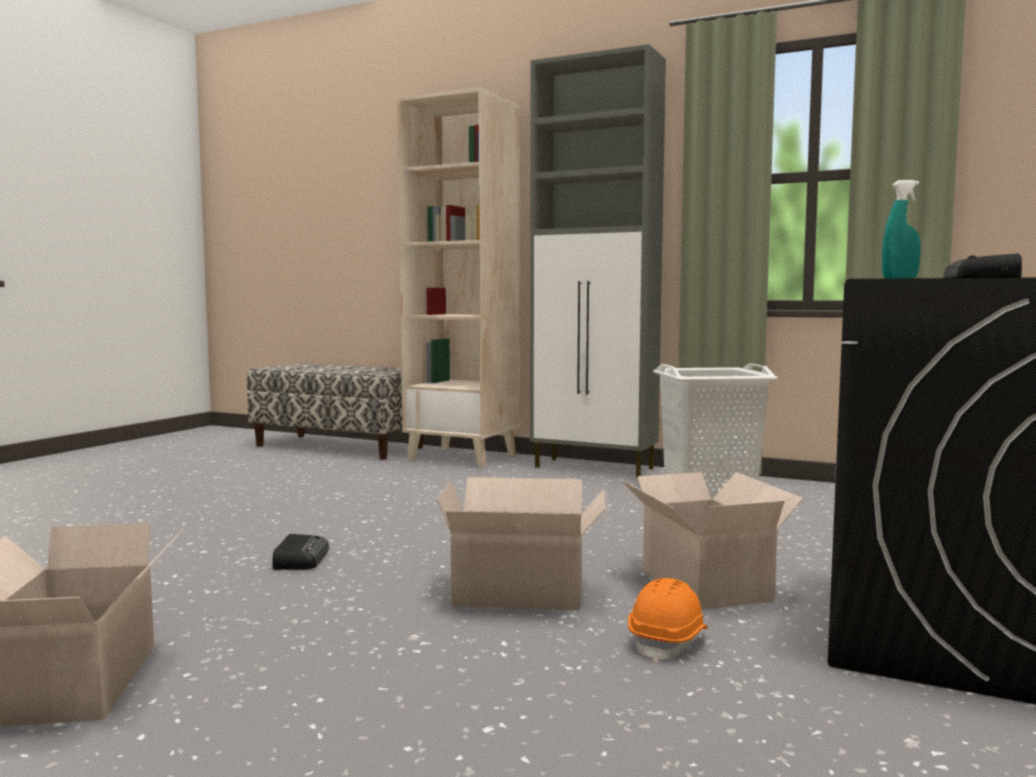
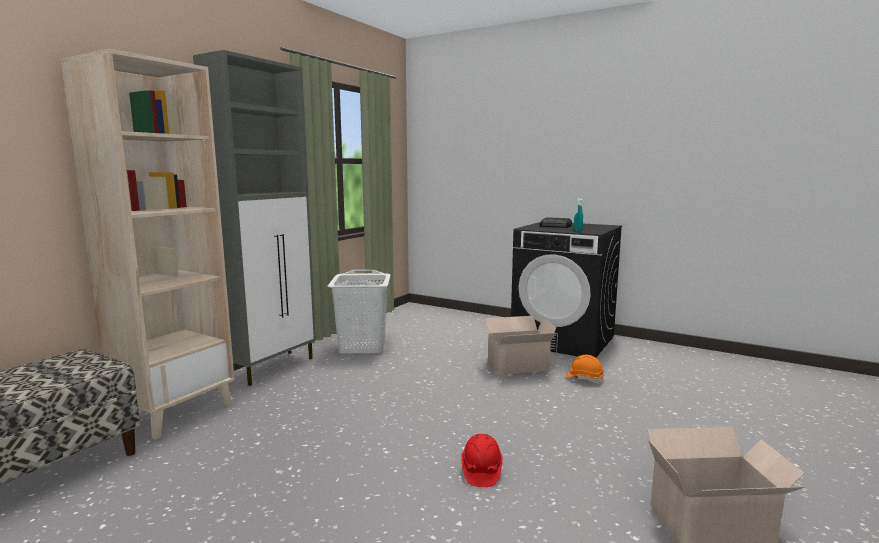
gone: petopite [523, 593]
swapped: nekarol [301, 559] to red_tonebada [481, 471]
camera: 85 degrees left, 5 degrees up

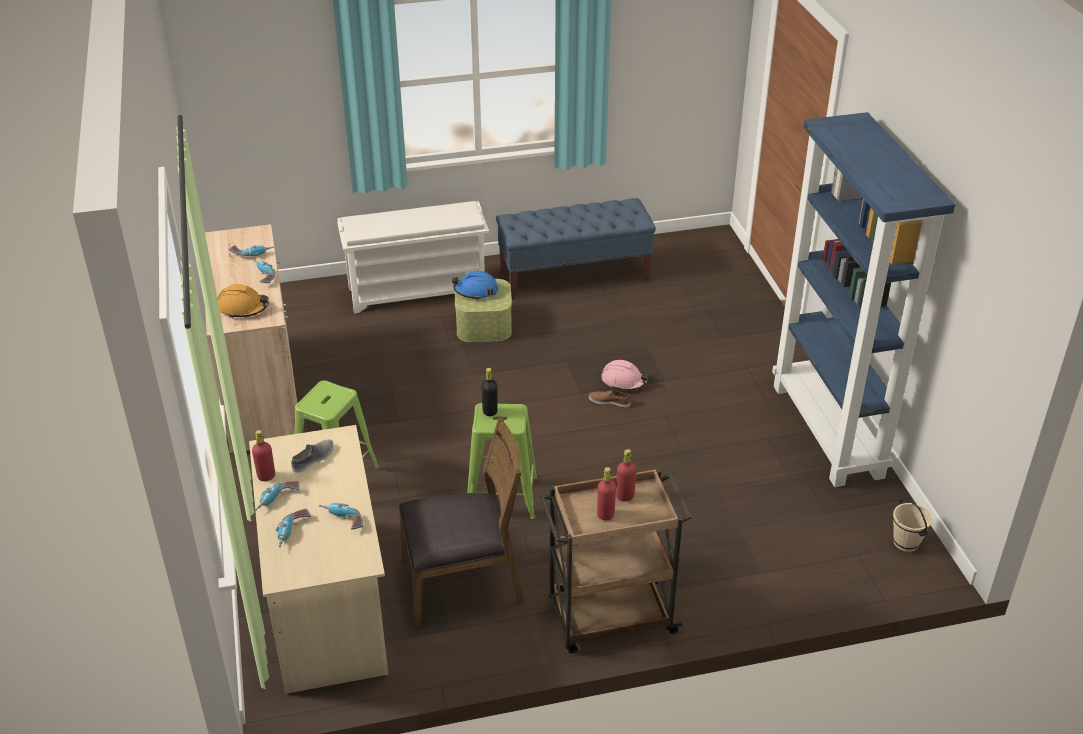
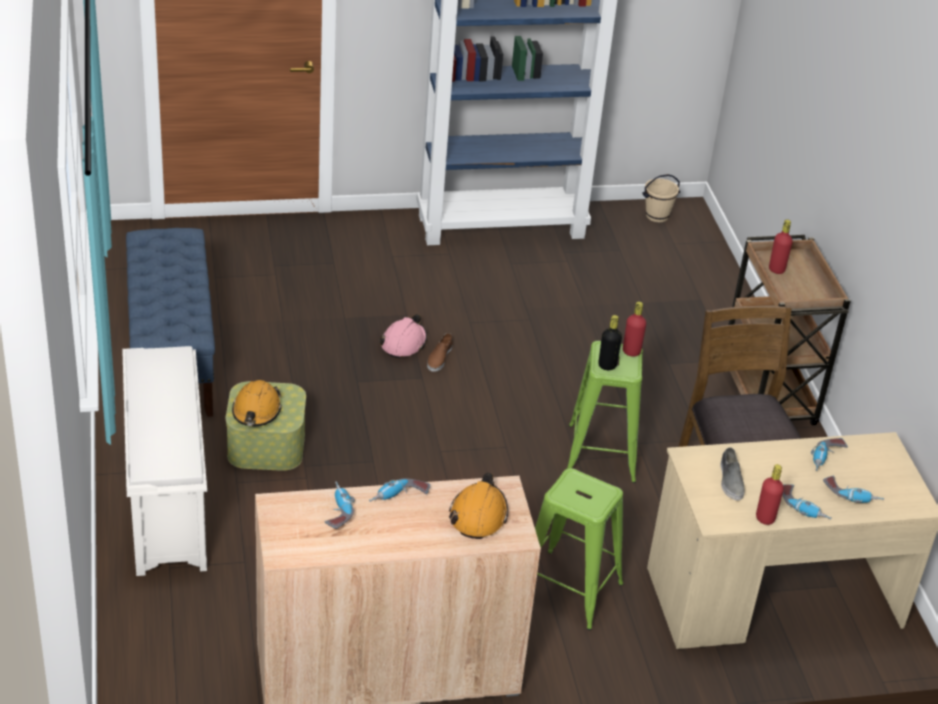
shifted: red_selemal [605, 515] to [631, 352]
repainted: blue_tonebada [476, 291] to orange_tonebada [256, 411]
rotated: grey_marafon [314, 458] = [730, 480] 135 degrees counterclockwise
camera: 90 degrees left, 0 degrees up

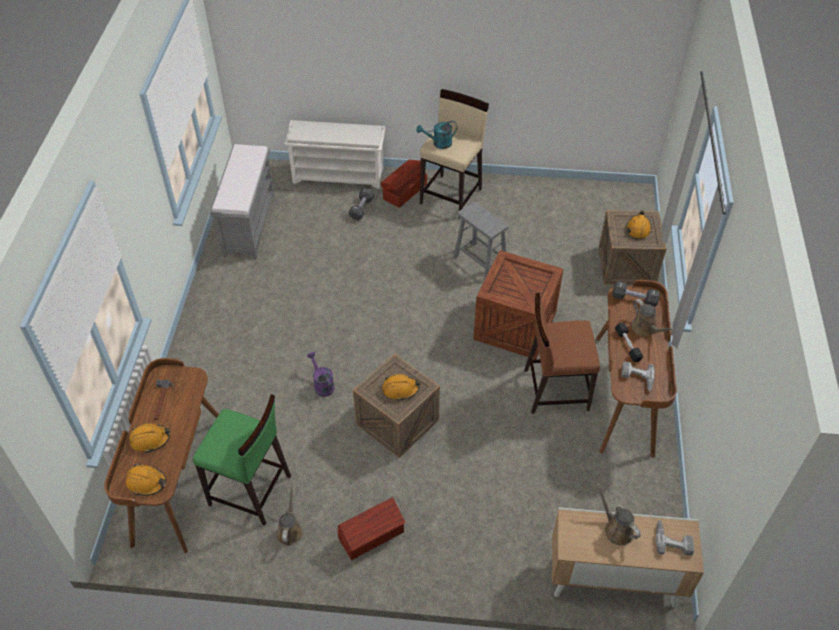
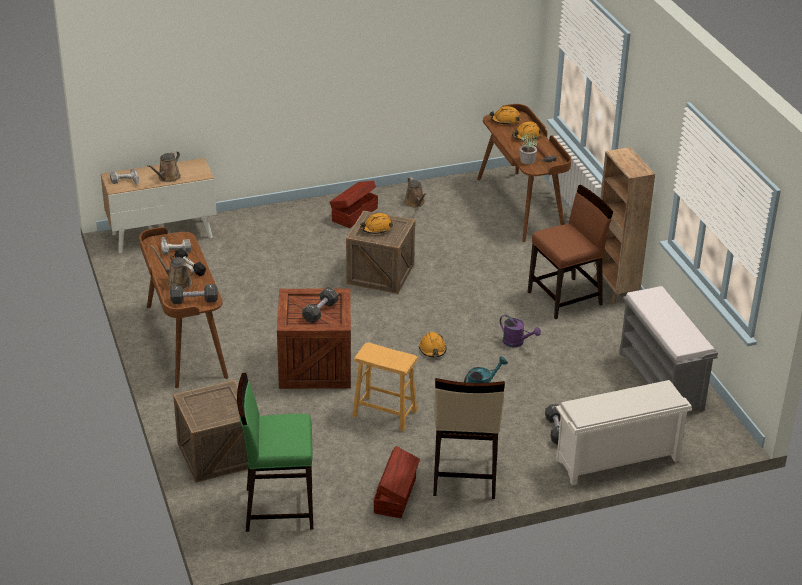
new: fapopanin [527, 160]; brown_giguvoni [615, 289]; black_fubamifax [320, 312]
shifted: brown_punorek [404, 191] to [396, 495]; orange_tonebada [638, 229] to [432, 349]; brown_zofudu [555, 389] to [565, 298]; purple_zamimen [322, 385] to [516, 342]; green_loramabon [250, 491] to [278, 508]
repainted: grey_loramabon [480, 262] to brown_loramabon [384, 413]
rotated: brown_zamimen [616, 529] = [167, 178] 90 degrees clockwise
camera: 155 degrees right, 15 degrees down

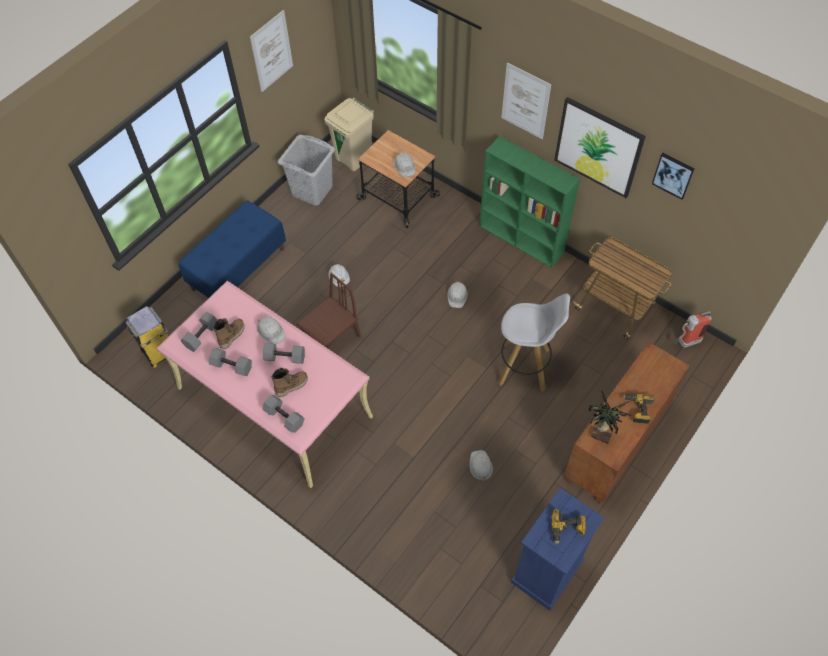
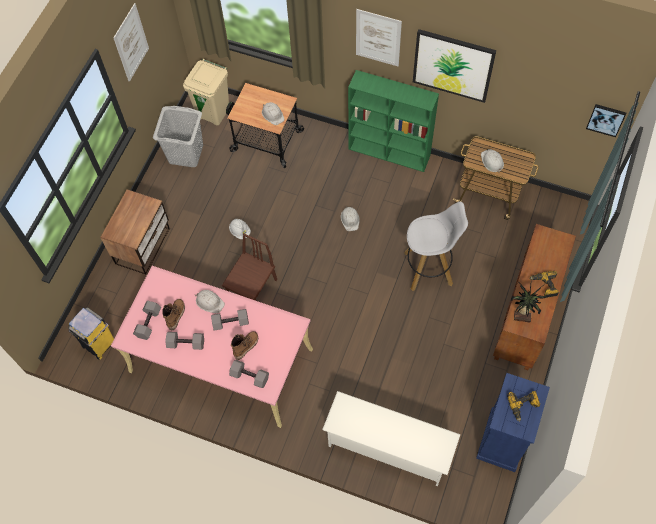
gone: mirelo [685, 342]
new: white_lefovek [388, 447]
shifted: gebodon [673, 175] to [606, 119]; white_tonebada [480, 466] to [492, 161]
swapped: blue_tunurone [238, 268] to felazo [144, 245]
camera: 15 degrees left, 5 degrees up

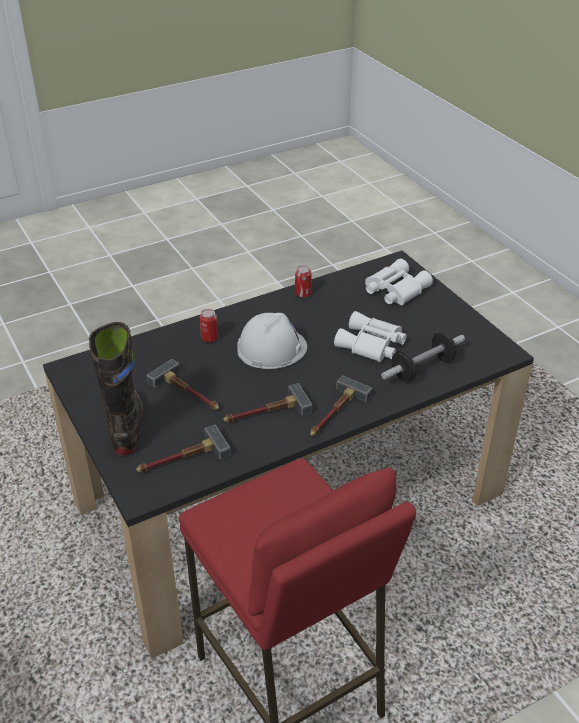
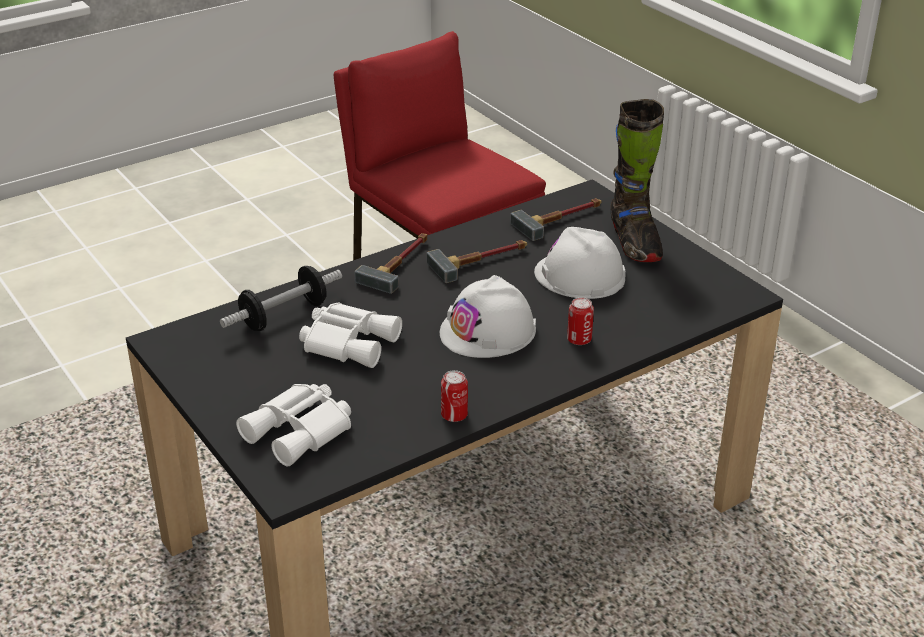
swapped: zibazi [188, 393] to white_tonebada [579, 275]
camera: 175 degrees right, 5 degrees down

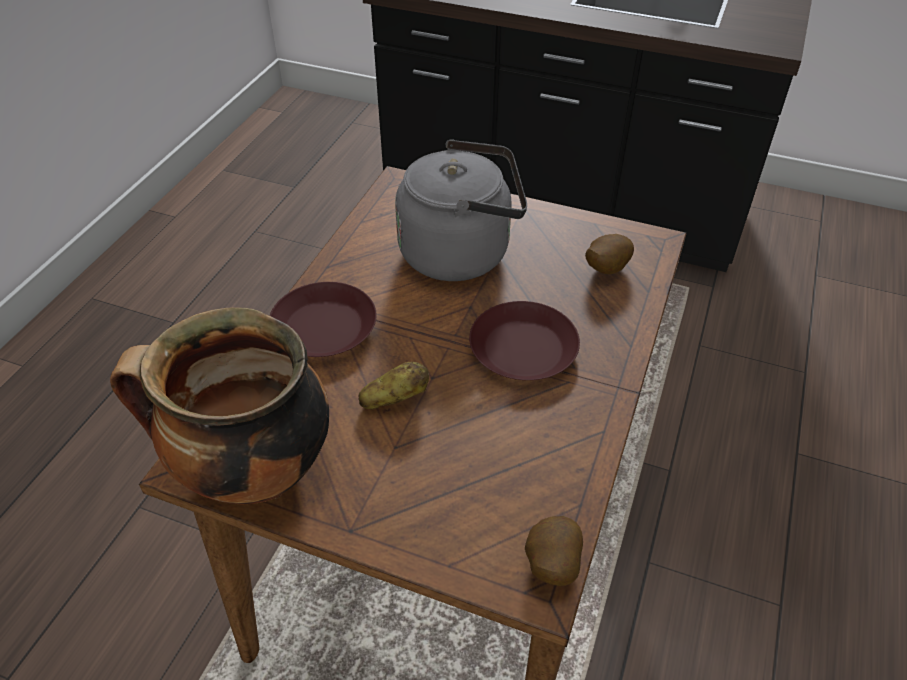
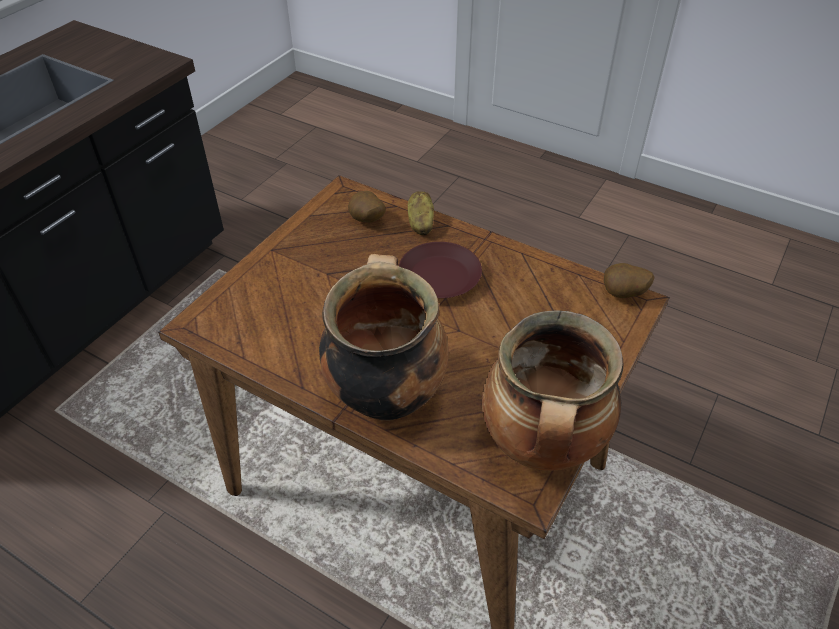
gone: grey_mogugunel [461, 252]
shifted: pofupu [395, 399] to [420, 223]
swapped: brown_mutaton [324, 327] to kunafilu [385, 393]
camera: 80 degrees left, 0 degrees up

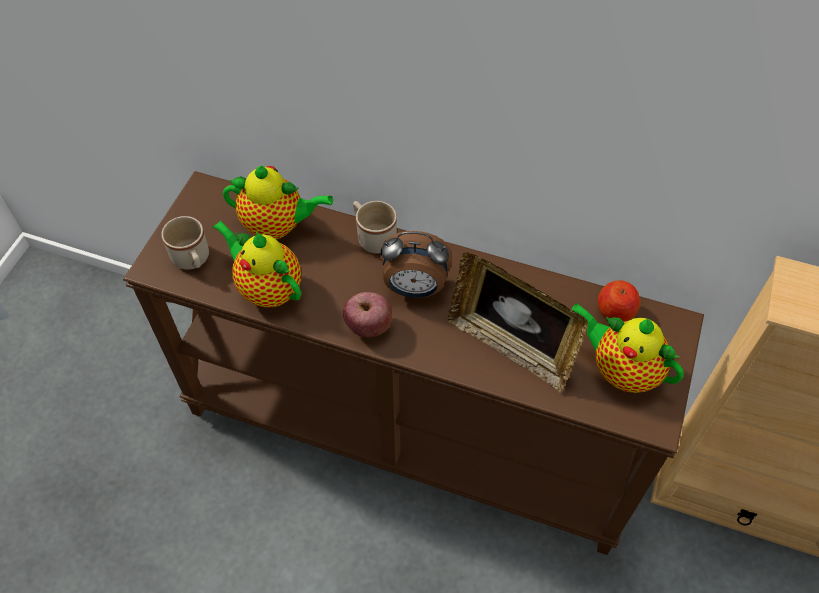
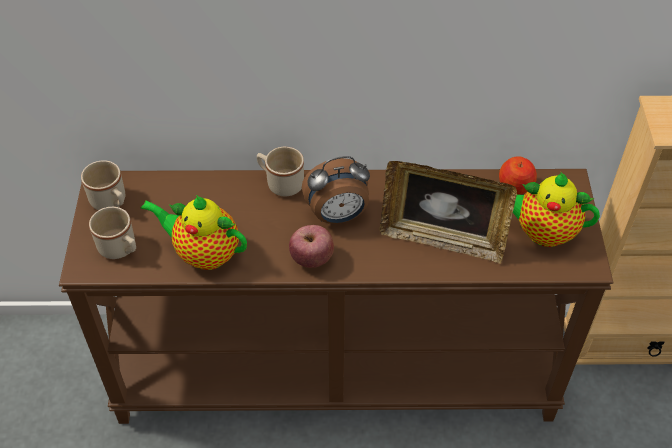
gone: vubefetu [278, 226]
new: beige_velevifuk [111, 202]
camera: 20 degrees left, 5 degrees down

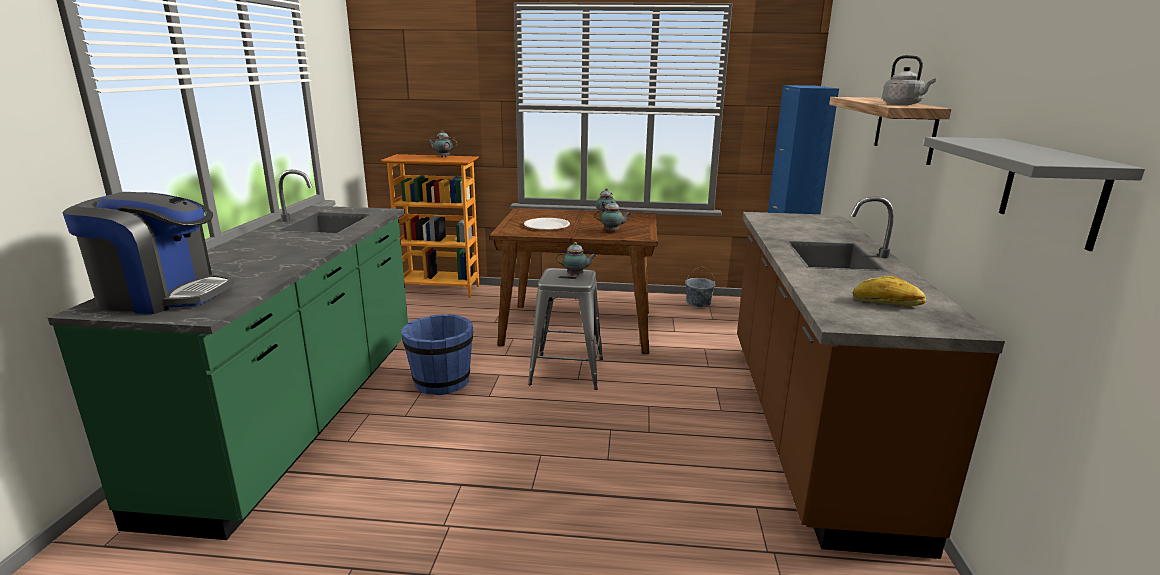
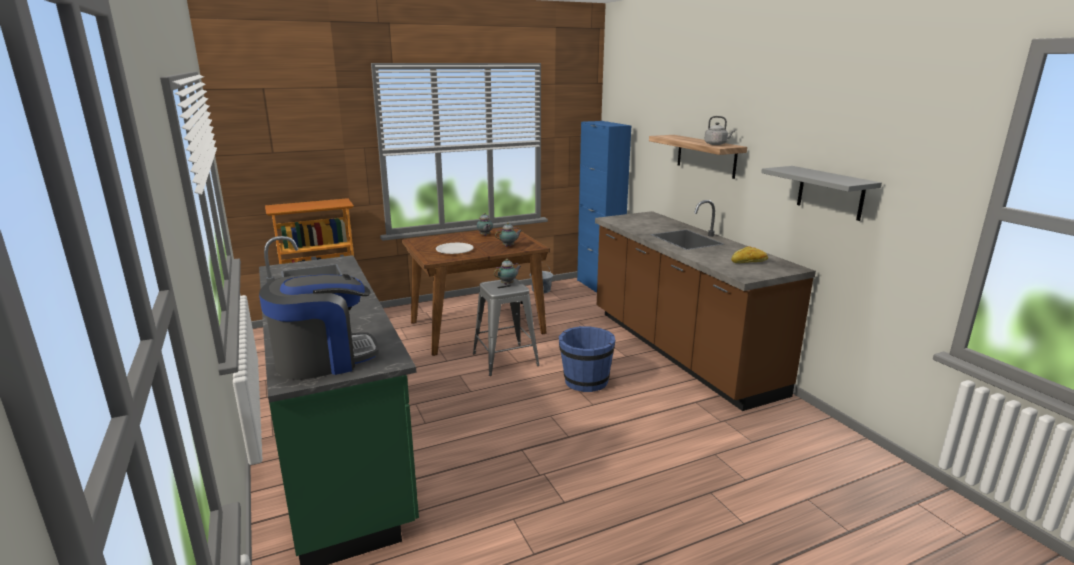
gone: vubefetu [443, 157]
shifted: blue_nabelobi [441, 382] to [585, 381]
camera: 30 degrees left, 0 degrees up

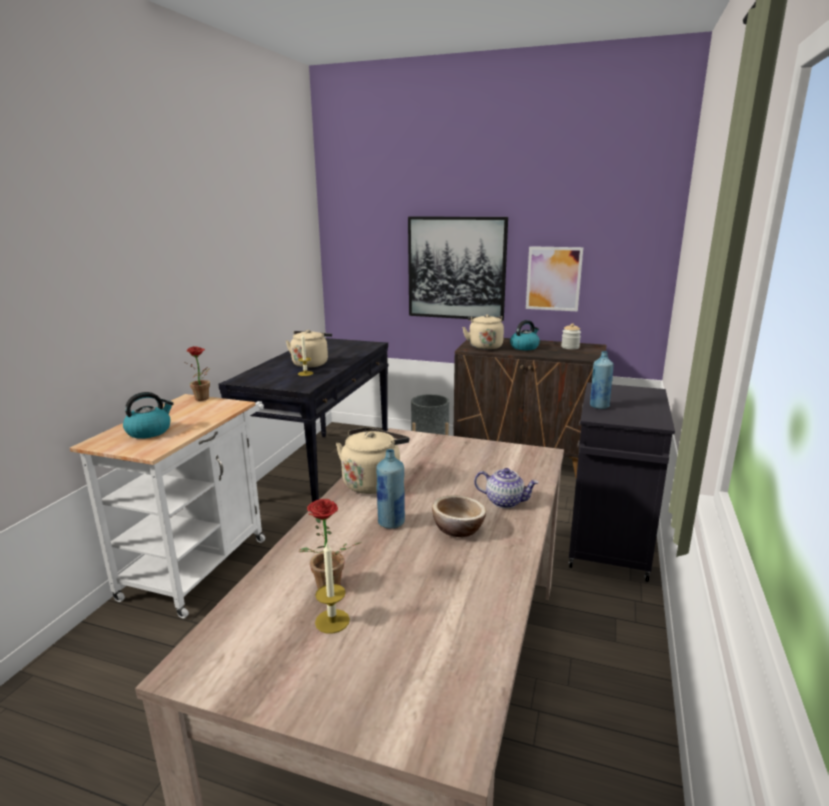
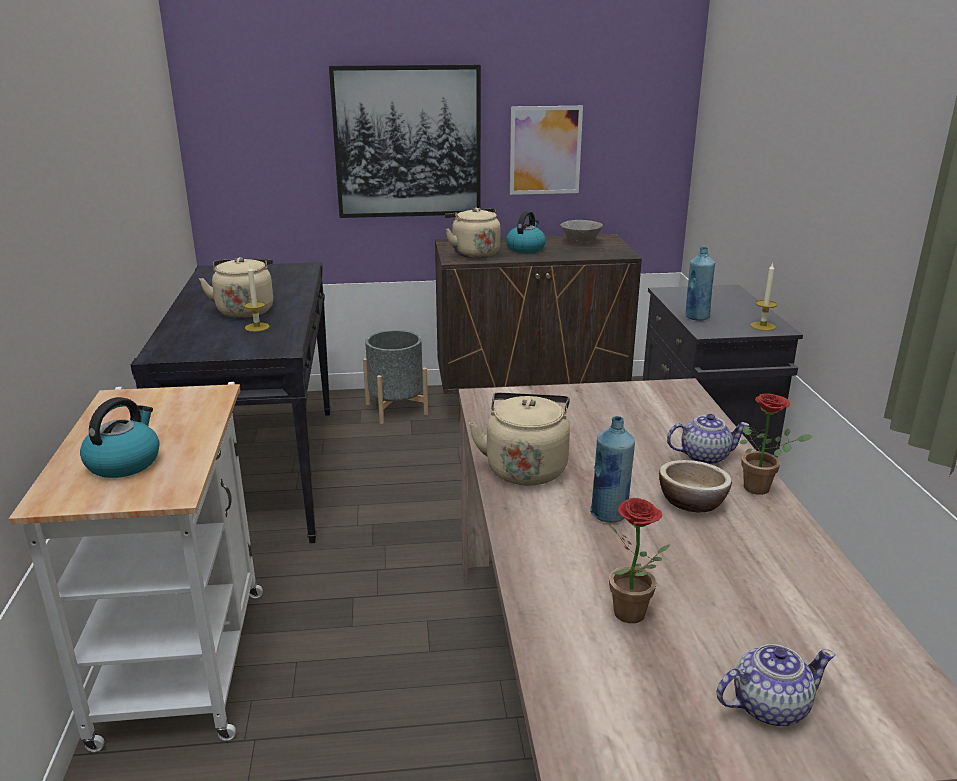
new: vubefetu [768, 706]
shifted: fapopanin [204, 399] to [762, 488]; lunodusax [332, 621] to [763, 326]
swapped: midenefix [570, 347] to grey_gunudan [580, 242]
camera: 25 degrees left, 5 degrees up

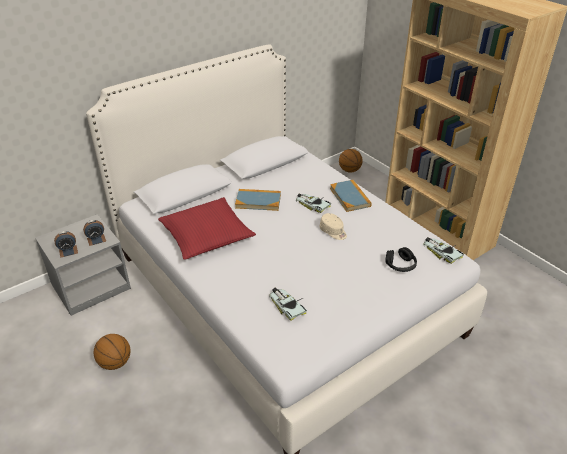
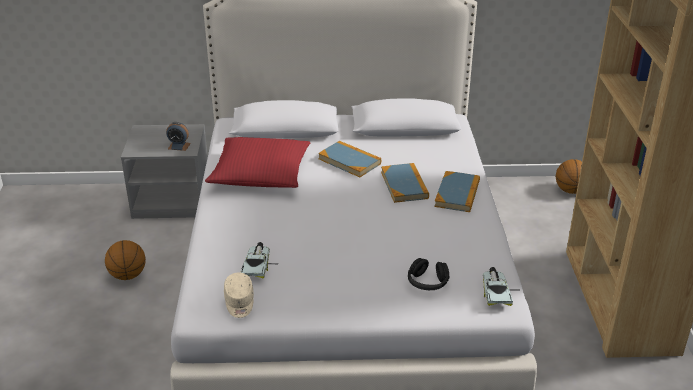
gone: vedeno [68, 251]
shifted: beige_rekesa [333, 231] to [239, 302]
swapped: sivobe [312, 204] to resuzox [404, 185]
camera: 35 degrees right, 5 degrees down

